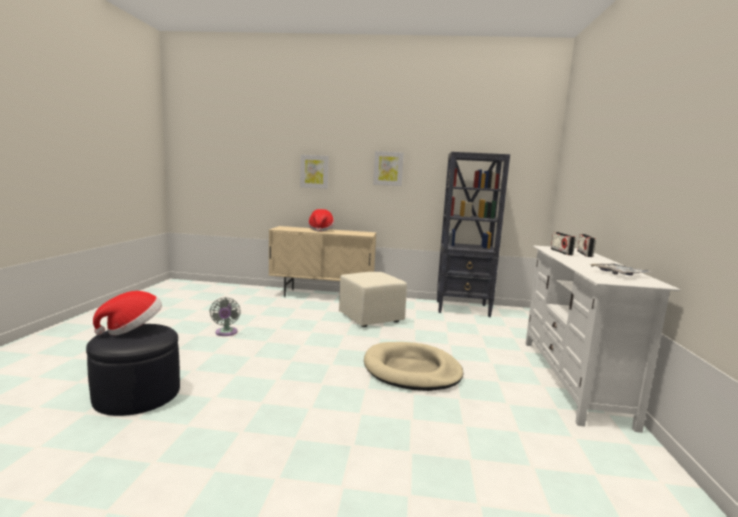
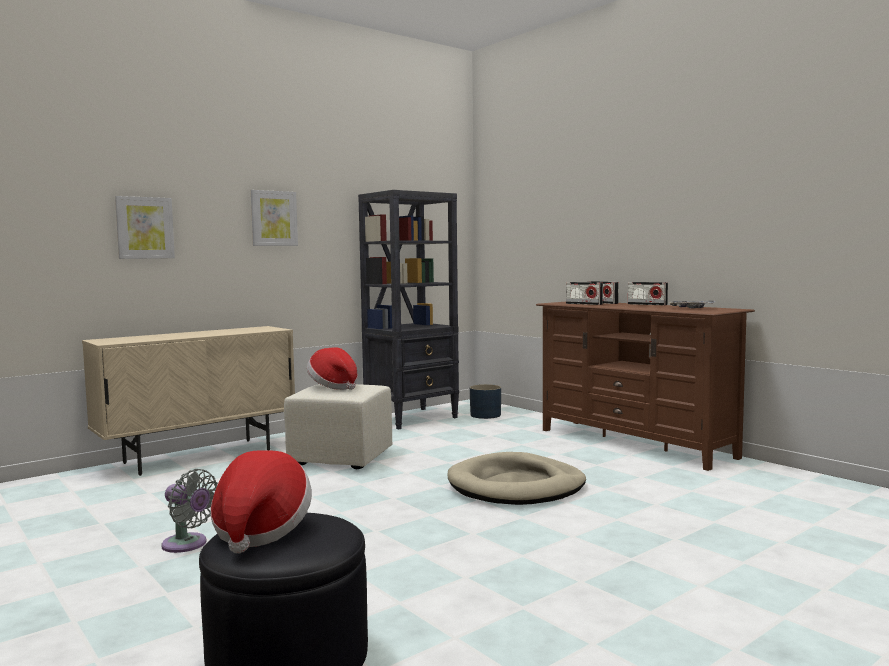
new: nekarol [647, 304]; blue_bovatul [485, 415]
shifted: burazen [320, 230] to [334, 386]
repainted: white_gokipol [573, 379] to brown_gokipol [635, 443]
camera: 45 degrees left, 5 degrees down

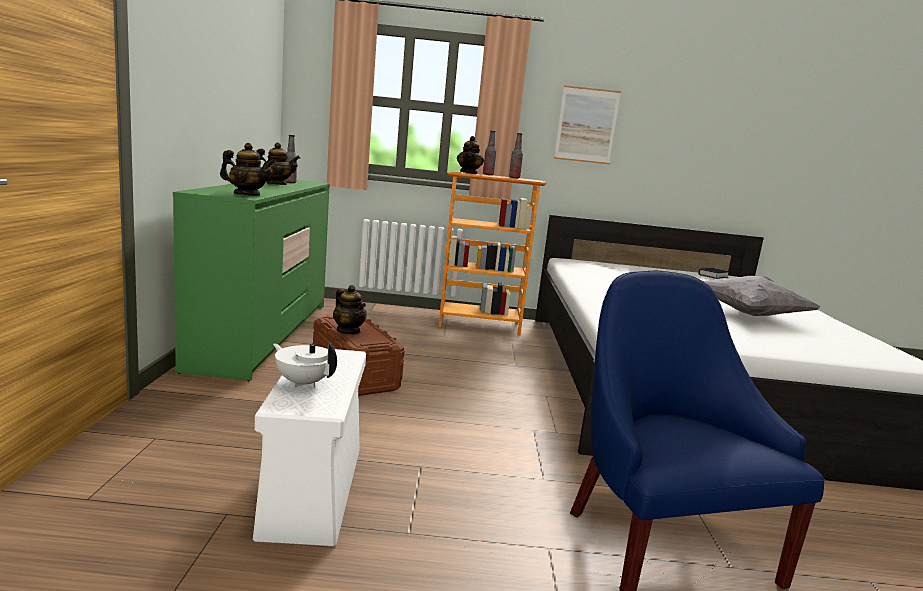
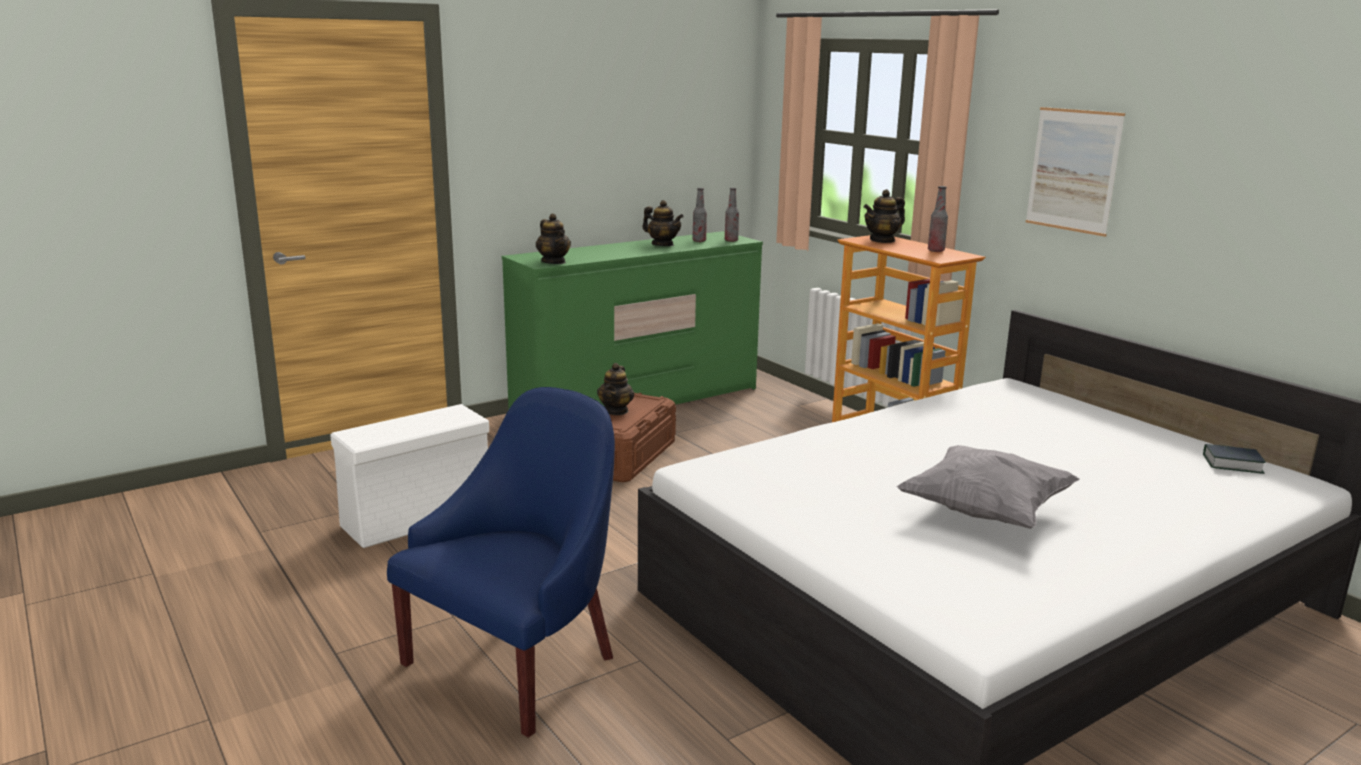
gone: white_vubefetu [304, 383]
shifted: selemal [488, 174] to [731, 240]
camera: 55 degrees right, 5 degrees up

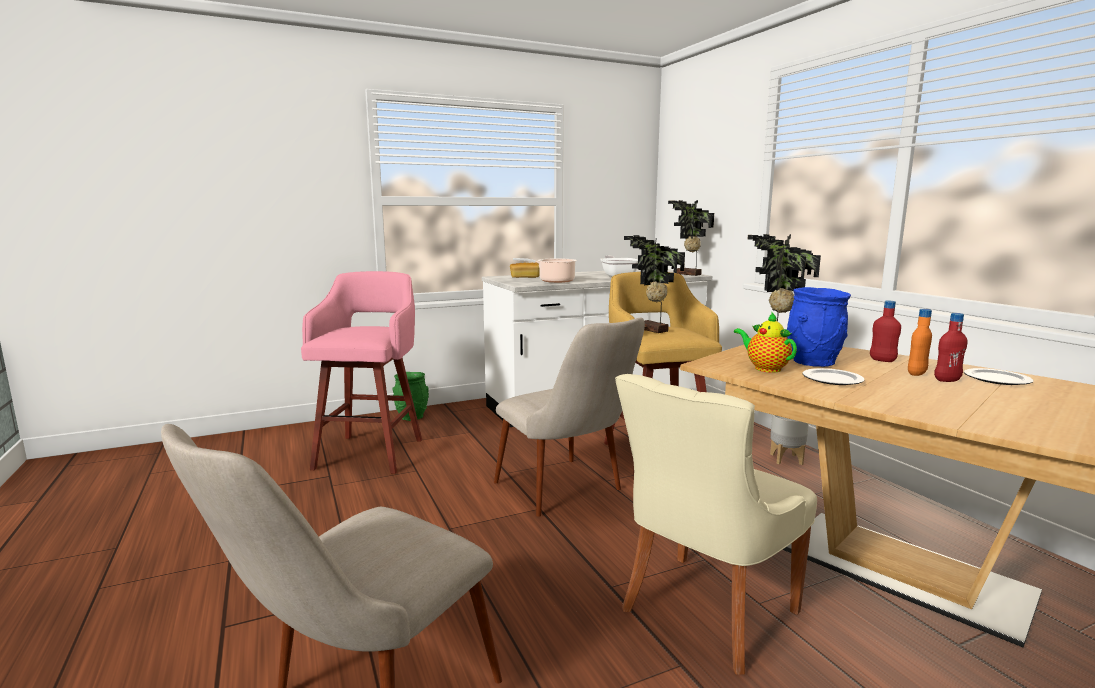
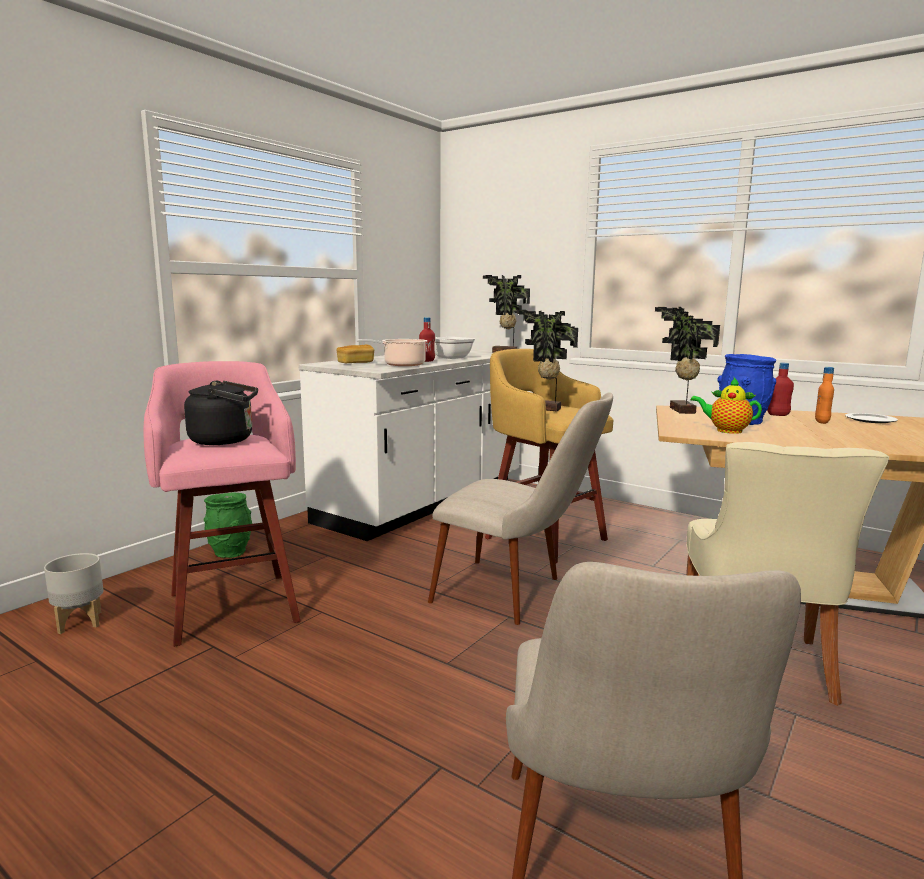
gone: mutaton [832, 379]
new: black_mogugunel [226, 440]
shifted: red_selemal [947, 380] to [427, 361]; grey_bovatul [787, 459] to [81, 622]
camera: 30 degrees left, 0 degrees up

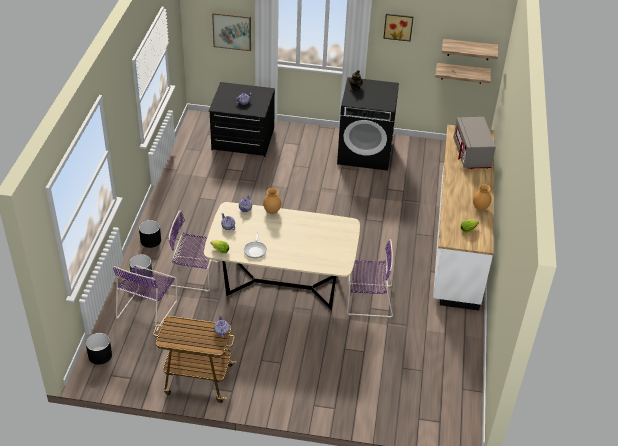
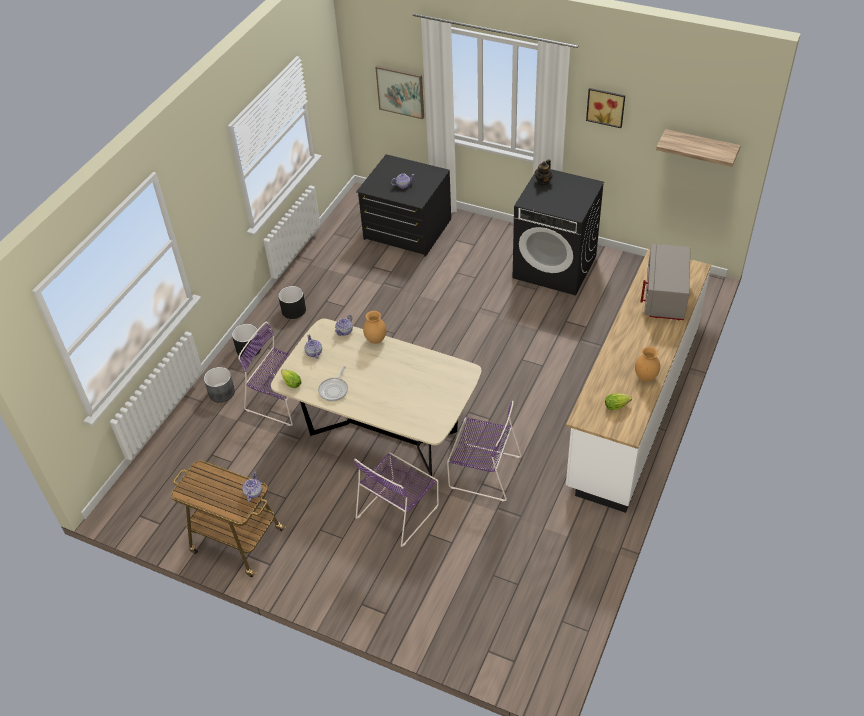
gone: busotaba [462, 73]
shifted: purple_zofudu [148, 308] to [399, 510]; black_bovatul [100, 355] to [293, 310]
camera: 20 degrees right, 5 degrees up

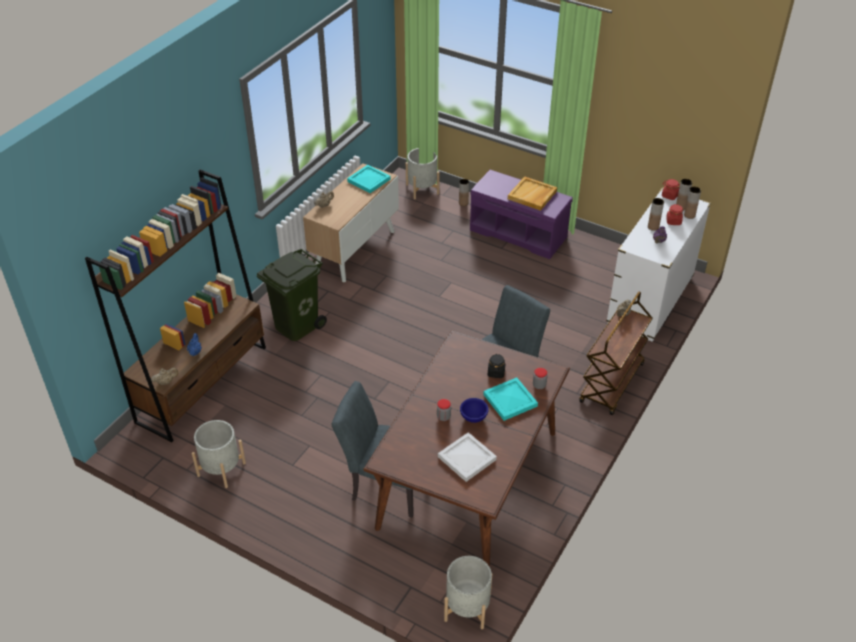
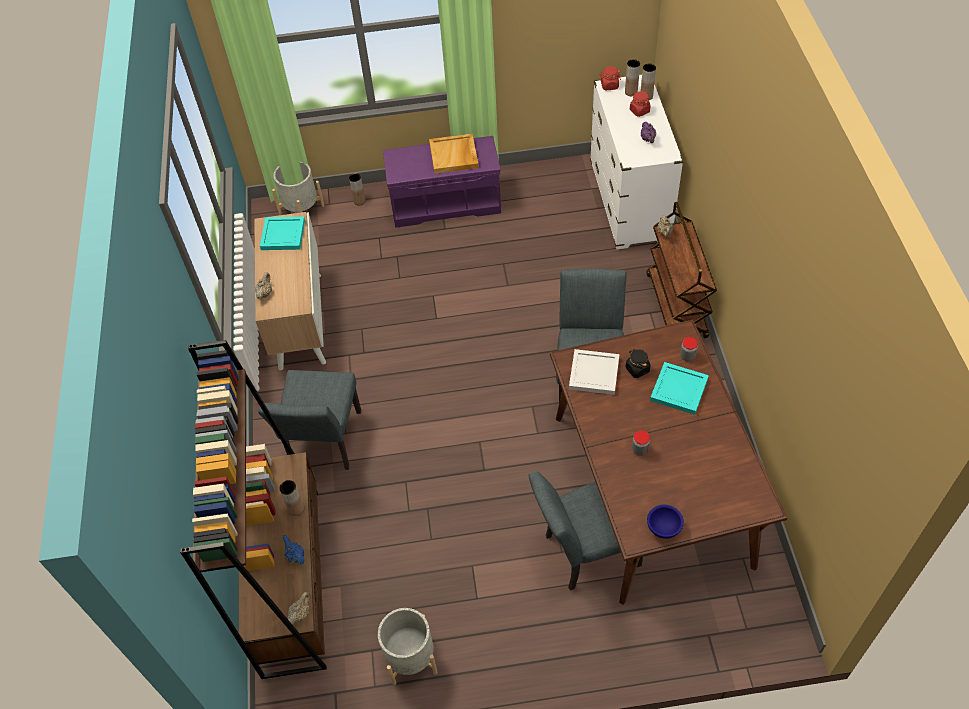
gone: grey_bovatul [467, 607]
shifted: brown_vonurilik [653, 227] to [296, 509]; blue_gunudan [474, 417] to [664, 527]; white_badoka [466, 458] to [593, 374]
swapped: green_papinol [296, 325] to grey_zofudu [324, 444]
camera: 35 degrees left, 10 degrees up

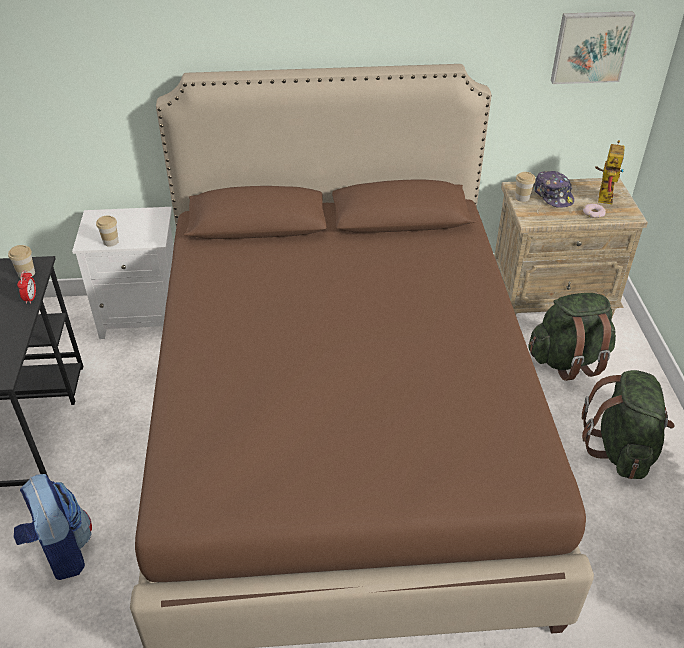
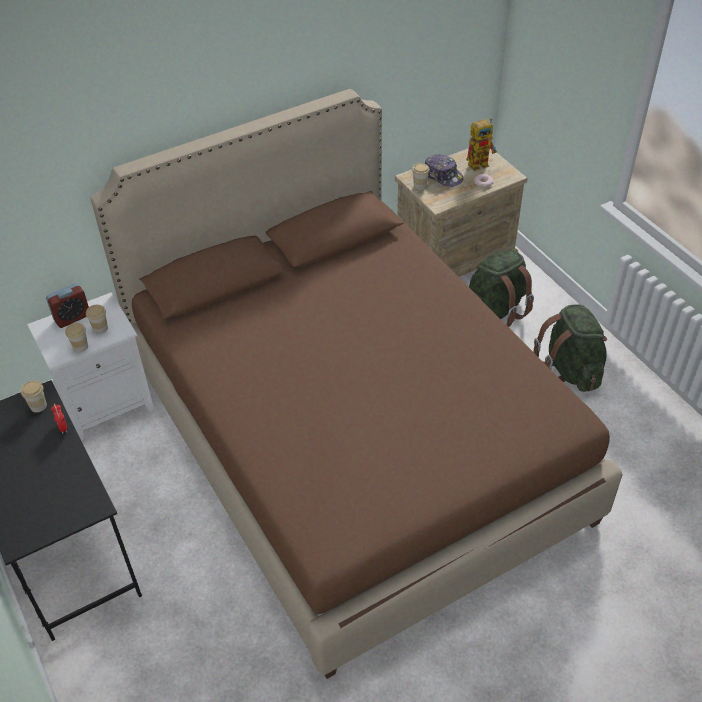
gone: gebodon [590, 46]; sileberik [61, 550]
new: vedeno [72, 317]; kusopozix [100, 328]
rotated: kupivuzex [603, 195] = [481, 163] 75 degrees clockwise
camera: 25 degrees left, 5 degrees up

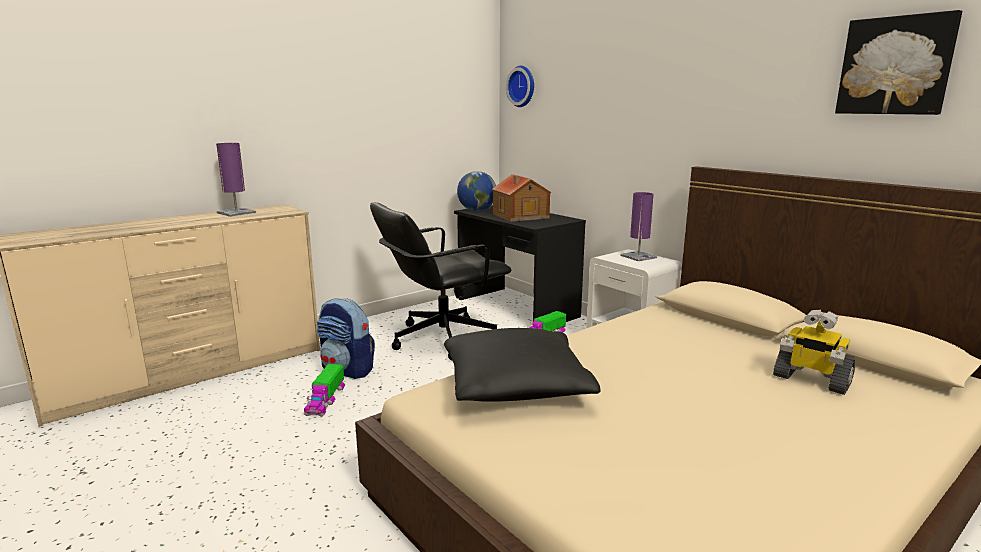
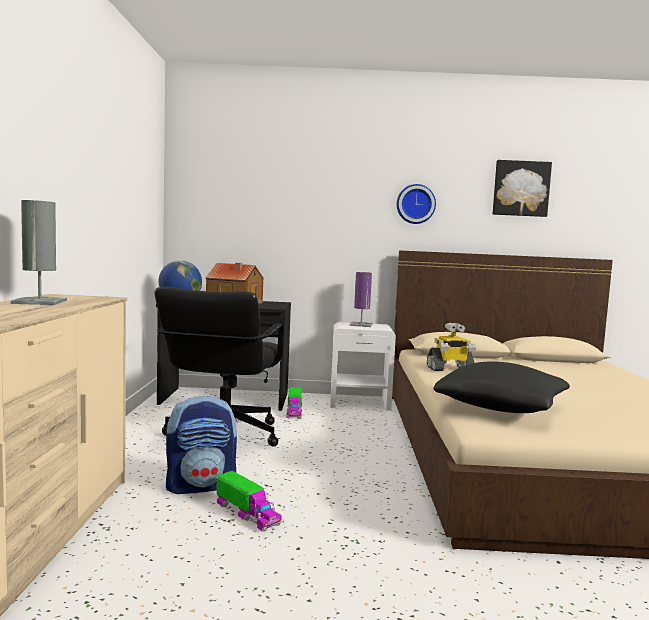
shifted: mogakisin [522, 86] to [415, 204]; kupivuzex [810, 380] to [450, 369]
repainted: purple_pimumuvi [236, 213] to grey_pimumuvi [39, 302]
camera: 50 degrees left, 10 degrees down

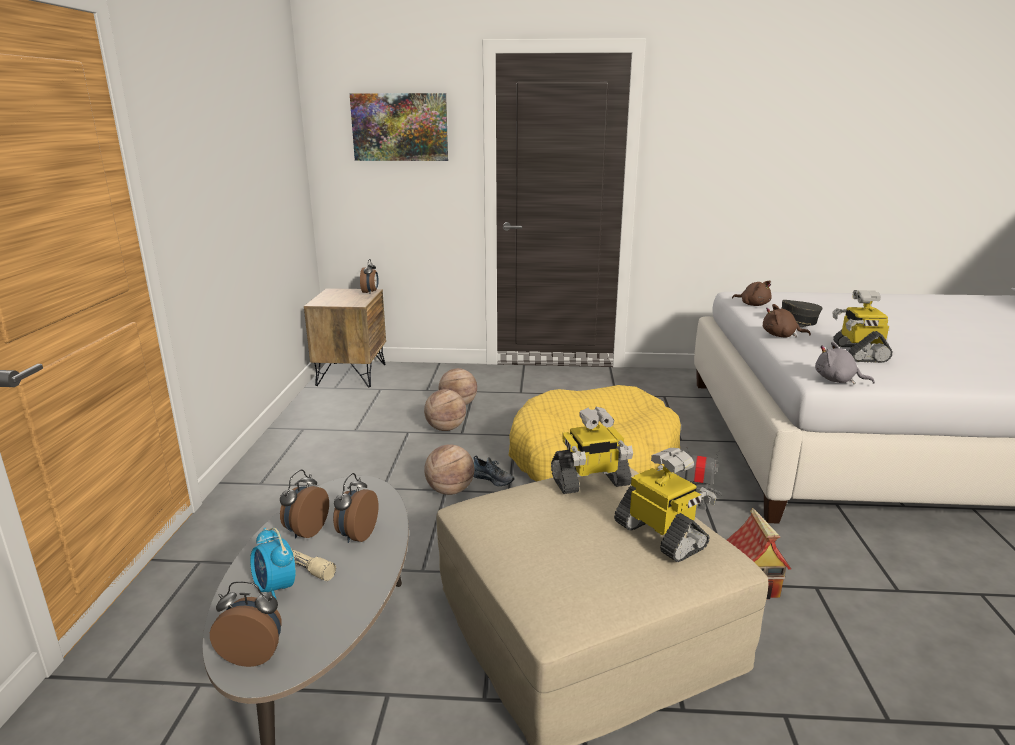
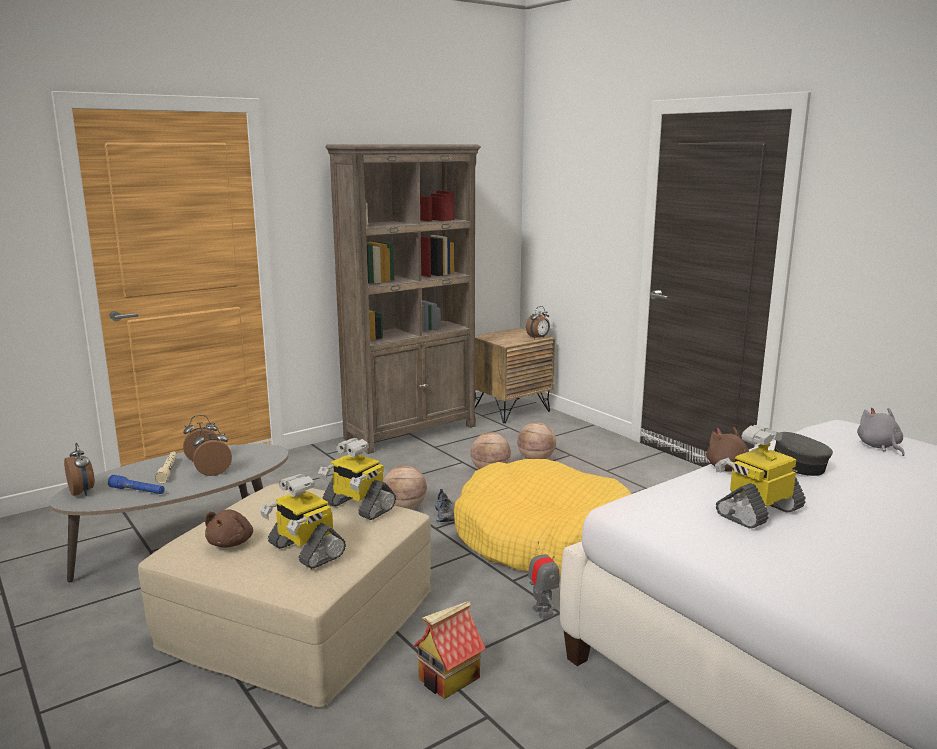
gone: gebodon [400, 127]; vedeno [275, 588]
new: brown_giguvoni [411, 432]; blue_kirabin [137, 491]
shifted: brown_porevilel [753, 304] to [231, 542]; grey_porevilel [837, 380] to [879, 446]
rotated: kupivuzex [661, 536] = [305, 550] 120 degrees clockwise
camera: 50 degrees right, 5 degrees down

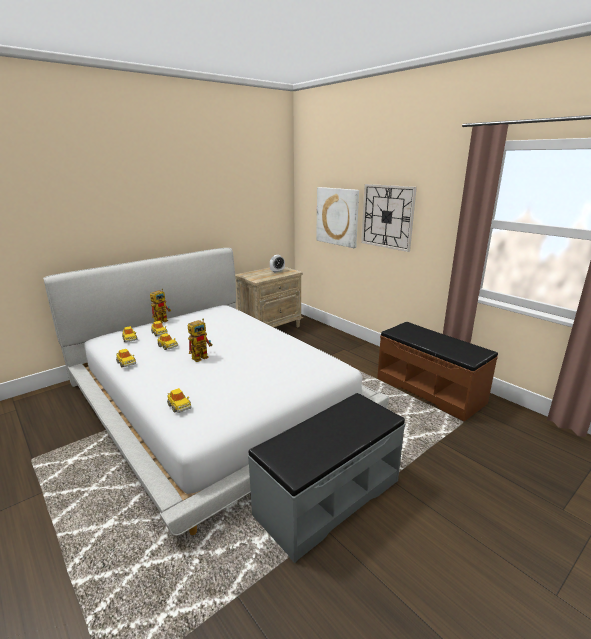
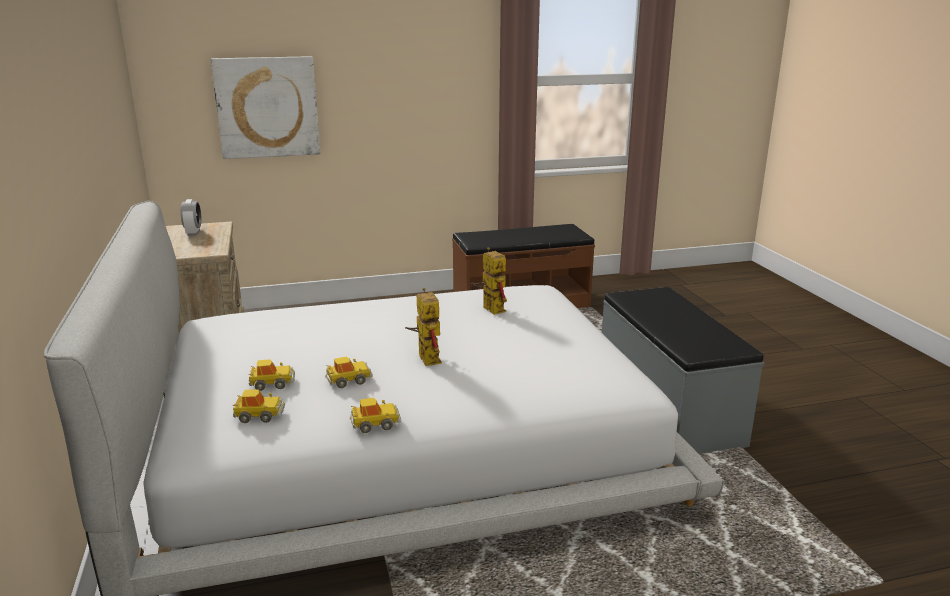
gone: mogakisin [387, 217]; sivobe [179, 406]
shifted: kupivuzex [163, 320] to [489, 308]
camera: 65 degrees left, 0 degrees up

